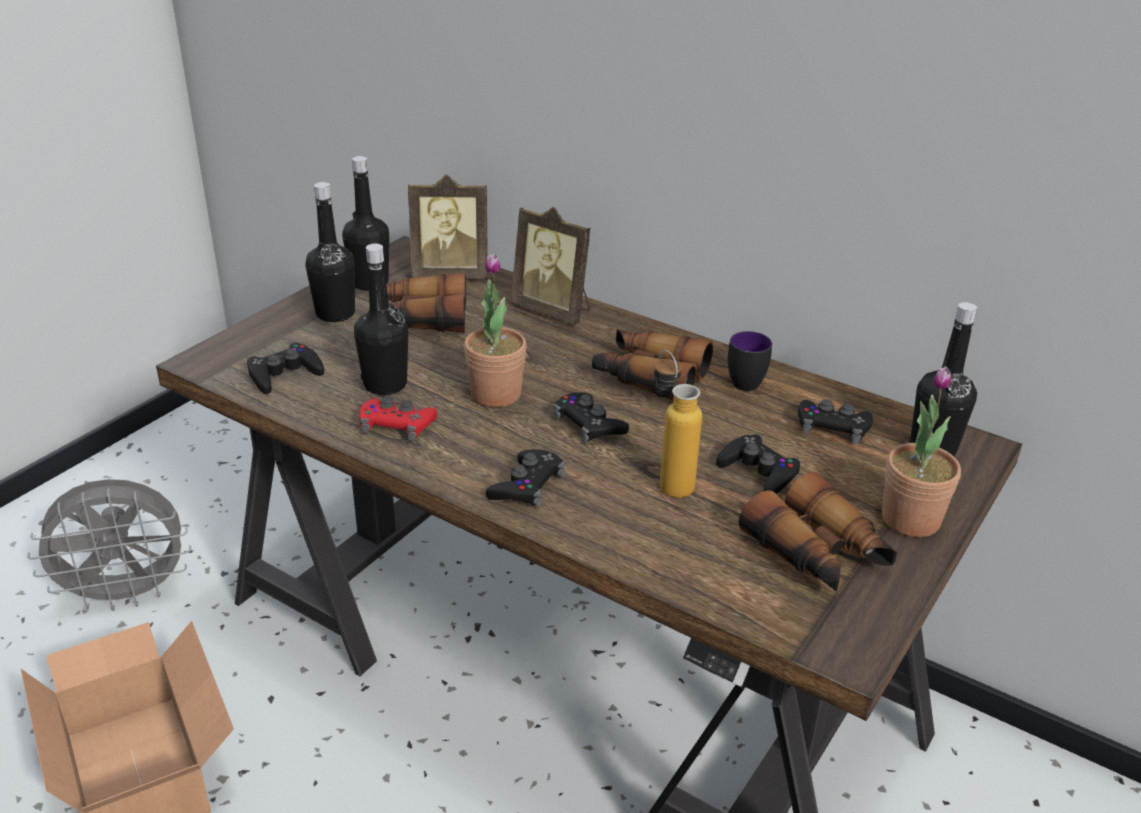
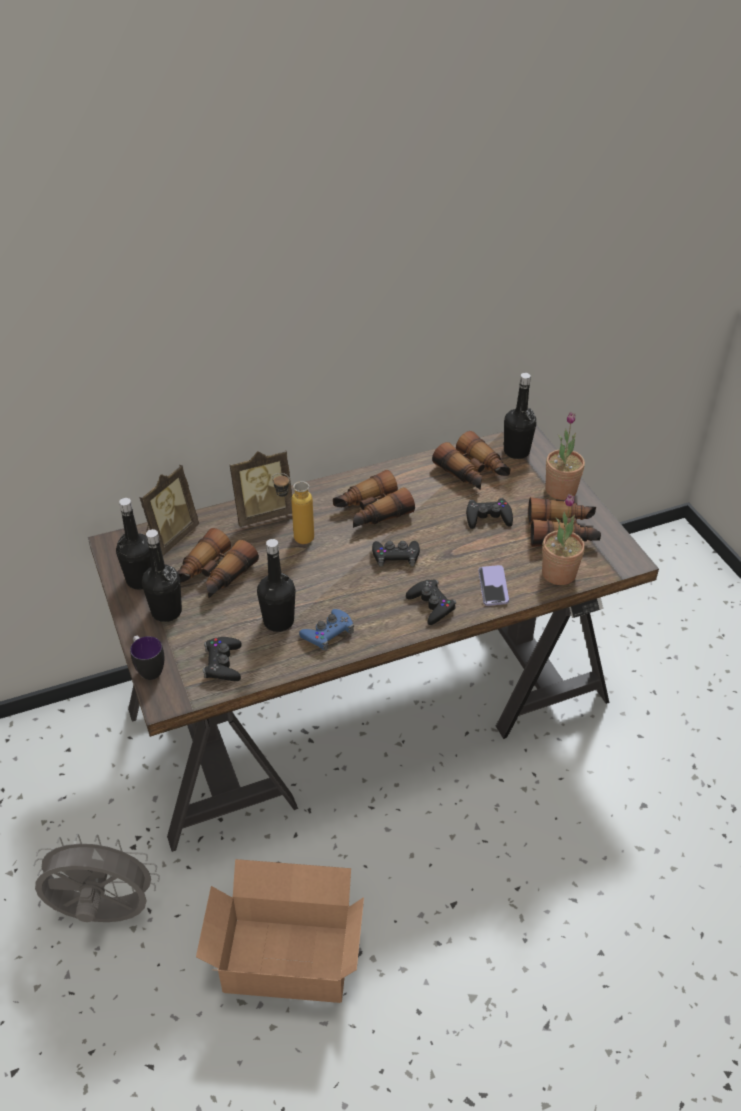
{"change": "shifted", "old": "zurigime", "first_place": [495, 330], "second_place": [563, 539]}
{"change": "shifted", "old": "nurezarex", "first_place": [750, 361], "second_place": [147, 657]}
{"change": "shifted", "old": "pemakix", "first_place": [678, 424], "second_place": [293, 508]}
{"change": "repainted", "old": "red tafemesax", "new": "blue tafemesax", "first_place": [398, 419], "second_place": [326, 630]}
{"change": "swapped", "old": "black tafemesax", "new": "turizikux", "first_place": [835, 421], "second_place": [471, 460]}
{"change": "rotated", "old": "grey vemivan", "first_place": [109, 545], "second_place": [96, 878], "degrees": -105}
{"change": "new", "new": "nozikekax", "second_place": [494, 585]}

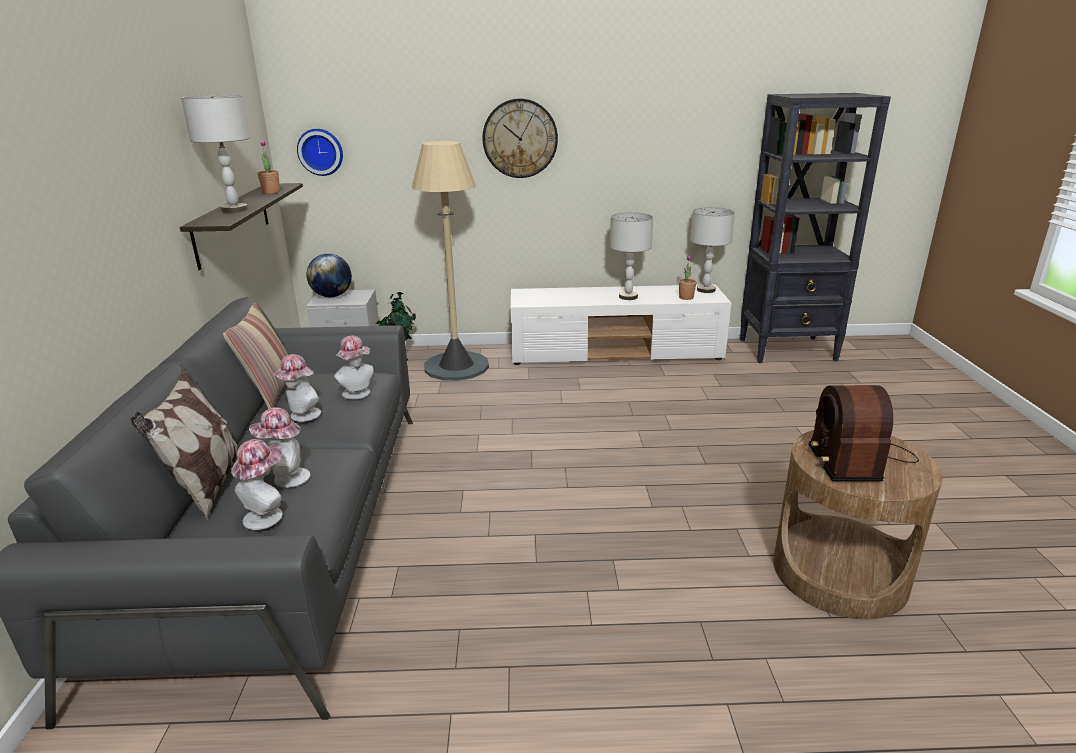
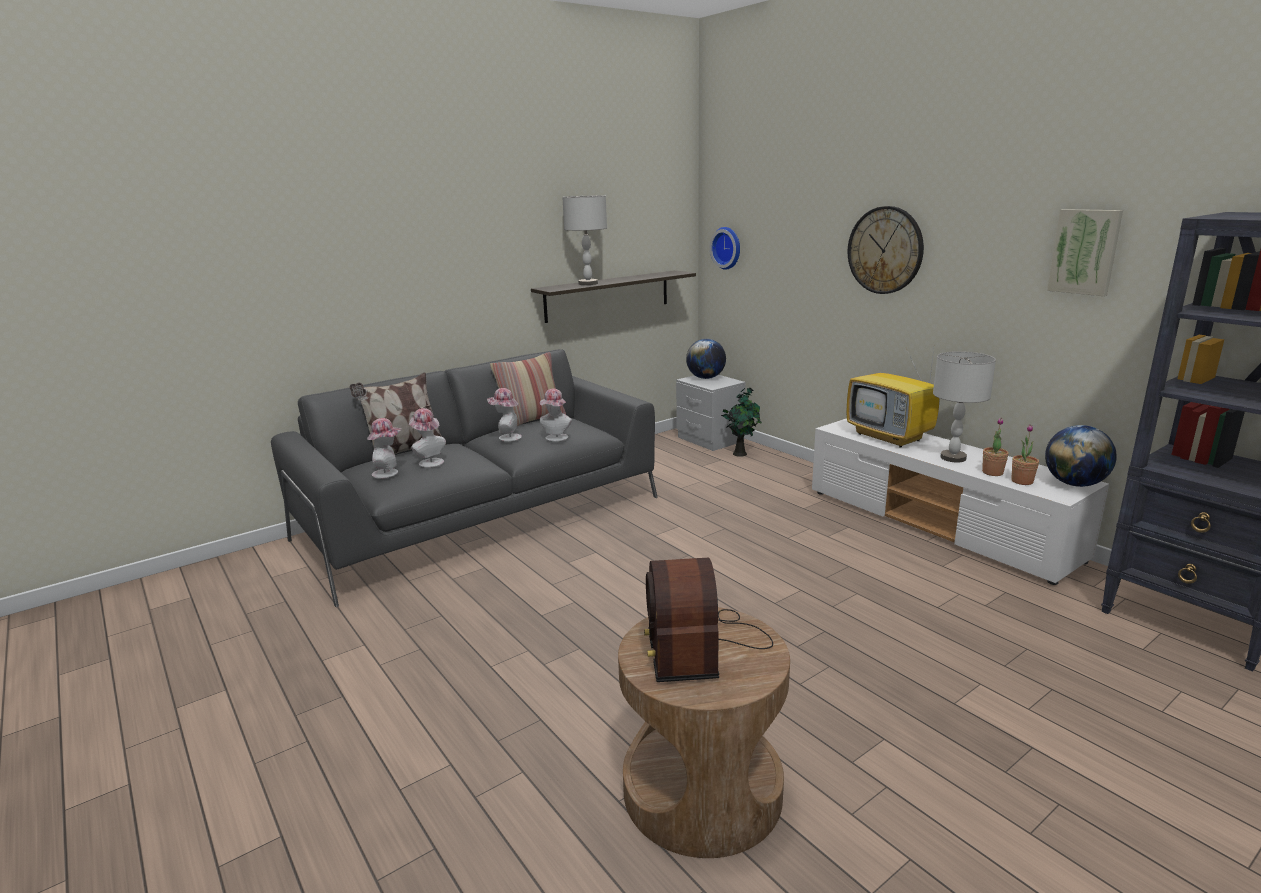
{"change": "shifted", "old": "zurigime", "first_place": [268, 167], "second_place": [995, 447]}
{"change": "gone", "old": "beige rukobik", "first_place": [450, 261]}
{"change": "swapped", "old": "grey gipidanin", "new": "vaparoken", "first_place": [712, 250], "second_place": [1081, 456]}
{"change": "rotated", "old": "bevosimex", "first_place": [863, 433], "second_place": [708, 620], "degrees": -60}
{"change": "new", "new": "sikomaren", "second_place": [1085, 252]}
{"change": "new", "new": "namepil", "second_place": [893, 394]}

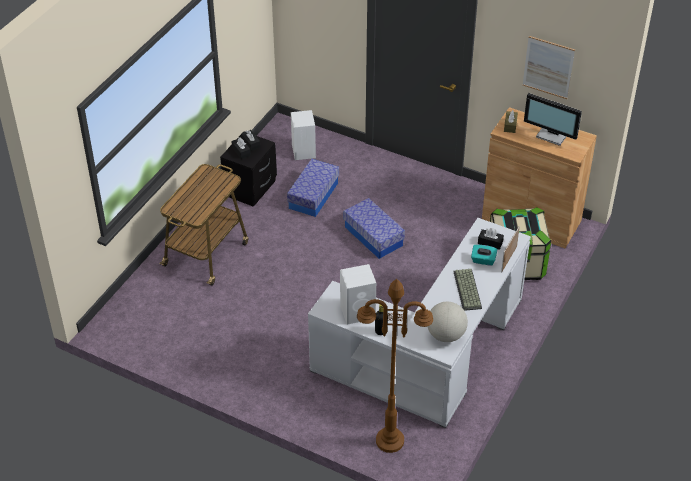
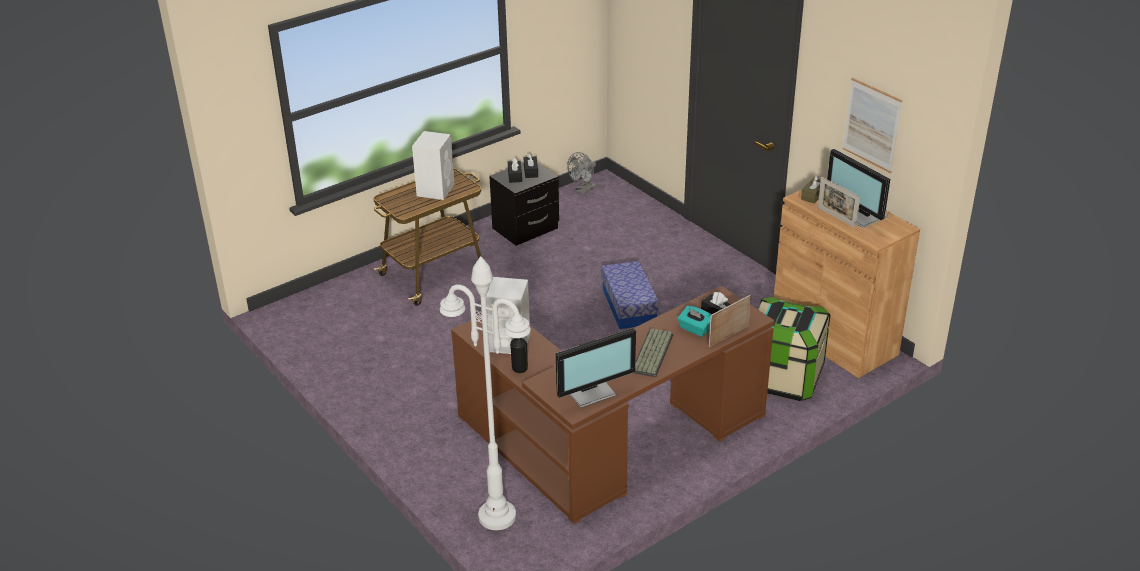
{"change": "shifted", "old": "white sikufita", "first_place": [303, 135], "second_place": [433, 165]}
{"change": "gone", "old": "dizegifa", "first_place": [313, 188]}
{"change": "repainted", "old": "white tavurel", "new": "brown tavurel", "first_place": [419, 323], "second_place": [613, 405]}
{"change": "repainted", "old": "brown rukobik", "new": "white rukobik", "first_place": [395, 366], "second_place": [485, 393]}
{"change": "swapped", "old": "vaparoken", "new": "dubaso", "first_place": [447, 322], "second_place": [596, 368]}
{"change": "new", "new": "grey vemivan", "second_place": [581, 173]}
{"change": "new", "new": "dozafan", "second_place": [839, 202]}

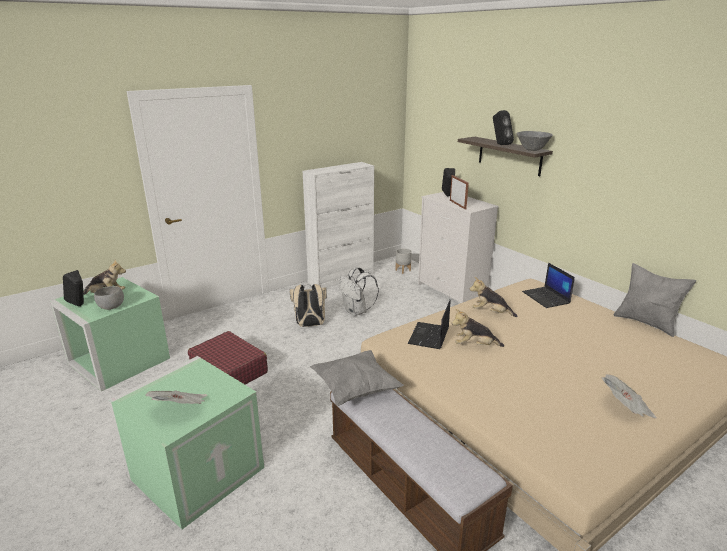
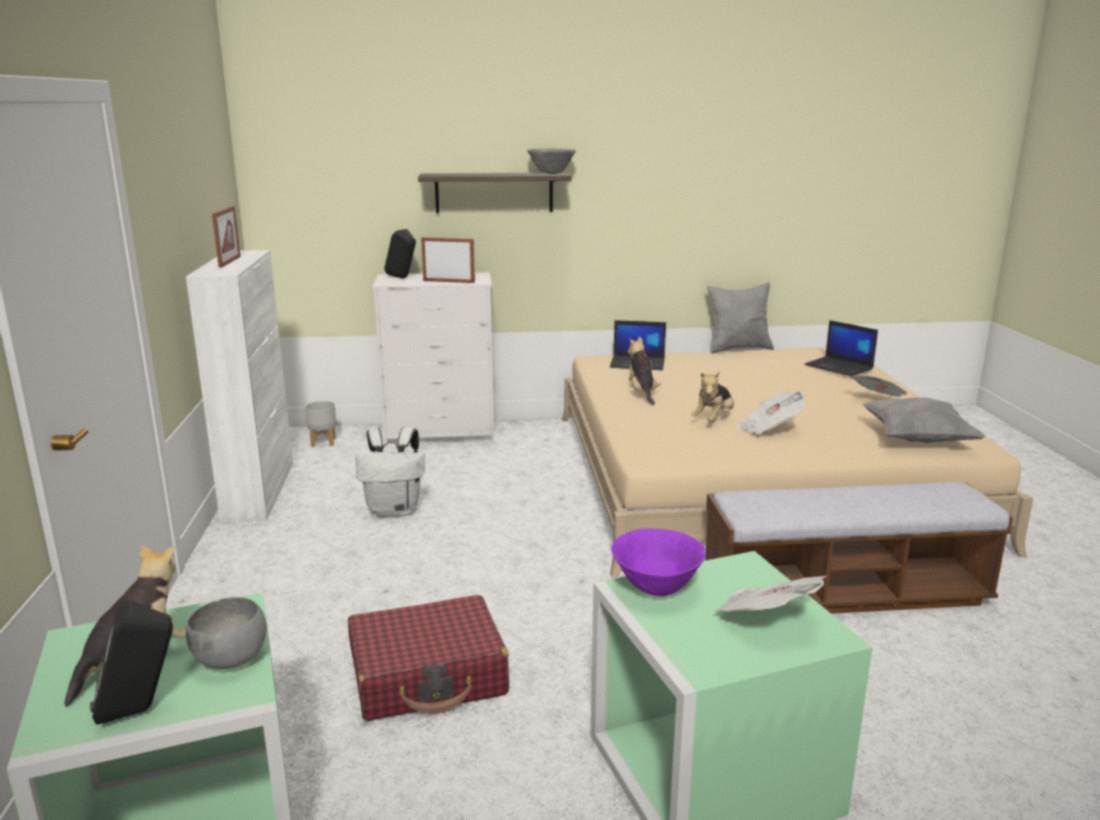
{"change": "gone", "old": "black sikufita", "first_place": [503, 127]}
{"change": "rotated", "old": "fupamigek", "first_place": [493, 297], "second_place": [644, 371], "degrees": 120}
{"change": "gone", "old": "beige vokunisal", "first_place": [308, 305]}
{"change": "shifted", "old": "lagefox", "first_place": [429, 324], "second_place": [841, 348]}
{"change": "shifted", "old": "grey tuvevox", "first_place": [357, 378], "second_place": [924, 420]}
{"change": "new", "new": "dozafan", "second_place": [226, 237]}
{"change": "new", "new": "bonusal", "second_place": [771, 412]}
{"change": "new", "new": "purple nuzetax", "second_place": [658, 562]}

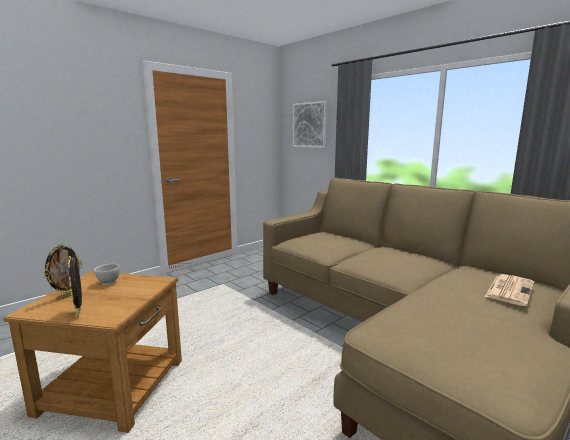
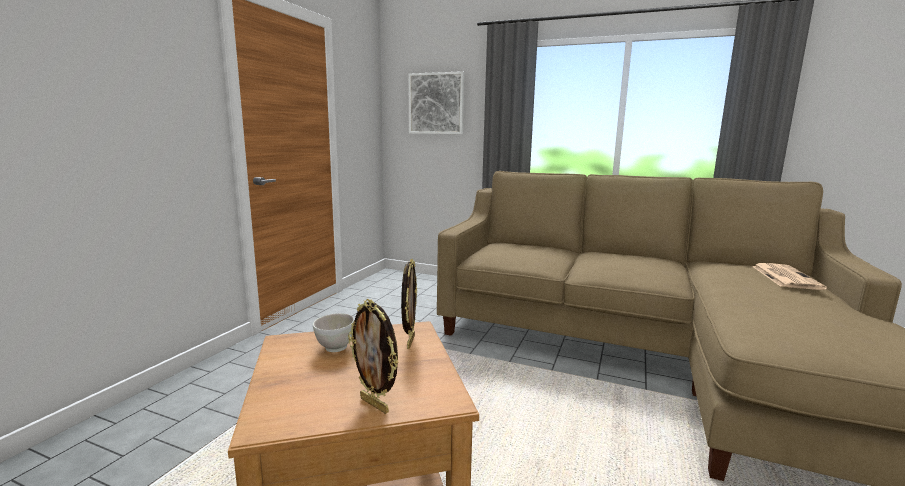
{"change": "shifted", "old": "dozafan", "first_place": [63, 272], "second_place": [409, 304]}

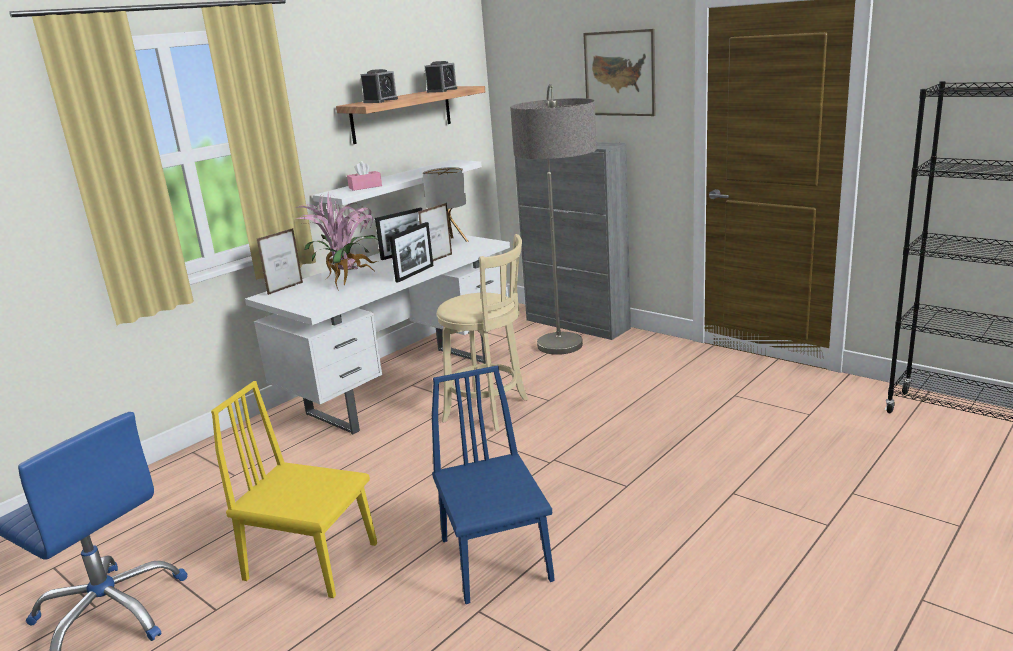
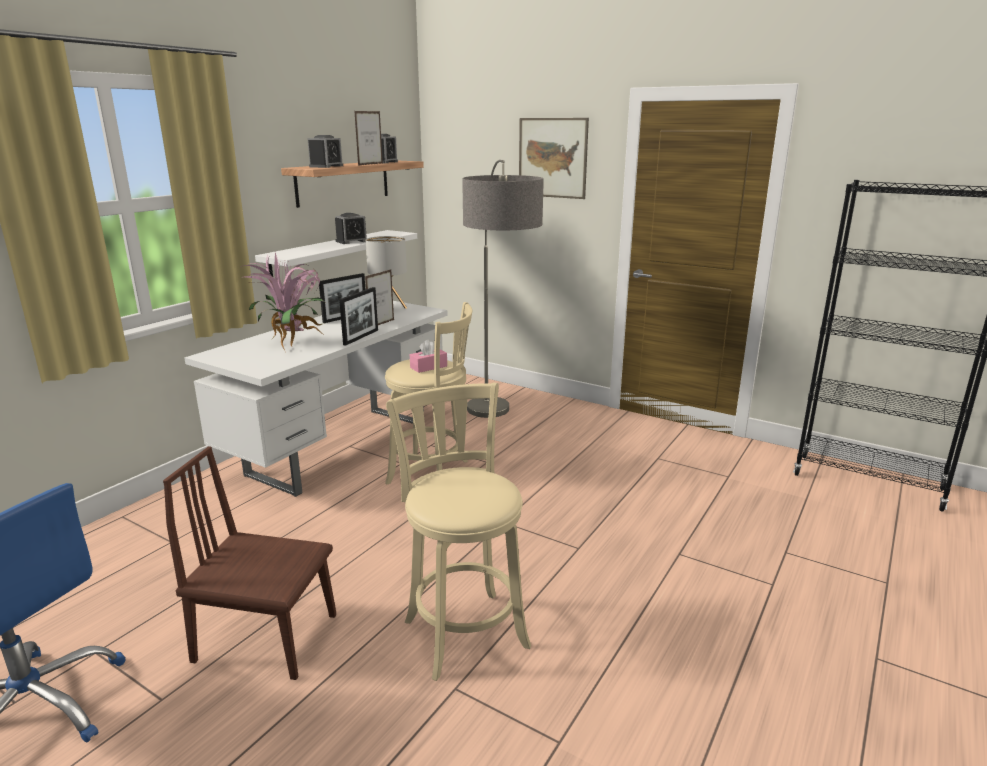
{"change": "gone", "old": "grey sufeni", "first_place": [573, 241]}
{"change": "shifted", "old": "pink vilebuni", "first_place": [364, 176], "second_place": [428, 356]}
{"change": "shifted", "old": "dozafan", "first_place": [280, 261], "second_place": [368, 138]}
{"change": "swapped", "old": "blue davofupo", "new": "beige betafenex", "first_place": [493, 485], "second_place": [458, 531]}
{"change": "repainted", "old": "yellow davofupo", "new": "brown davofupo", "first_place": [294, 489], "second_place": [249, 563]}
{"change": "new", "new": "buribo", "second_place": [351, 228]}

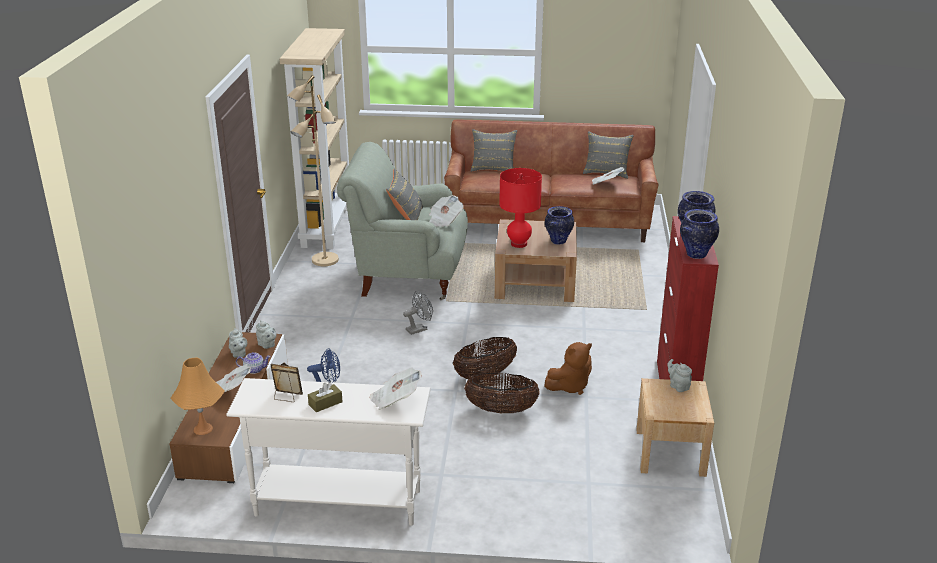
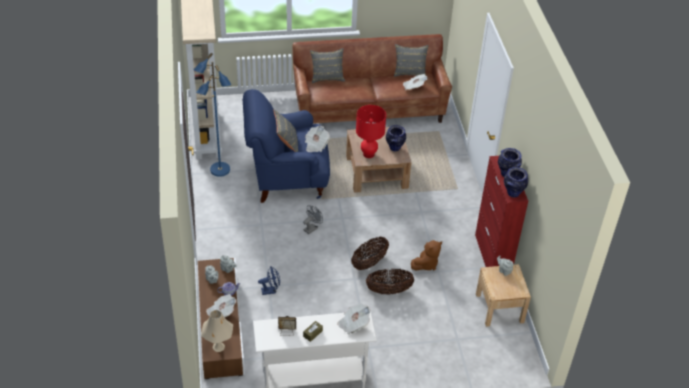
{"change": "repainted", "old": "beige rukobik", "new": "blue rukobik", "first_place": [313, 170], "second_place": [213, 115]}
{"change": "repainted", "old": "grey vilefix", "new": "blue vilefix", "first_place": [402, 221], "second_place": [286, 146]}
{"change": "repainted", "old": "orange gipidanin", "new": "beige gipidanin", "first_place": [198, 396], "second_place": [217, 331]}

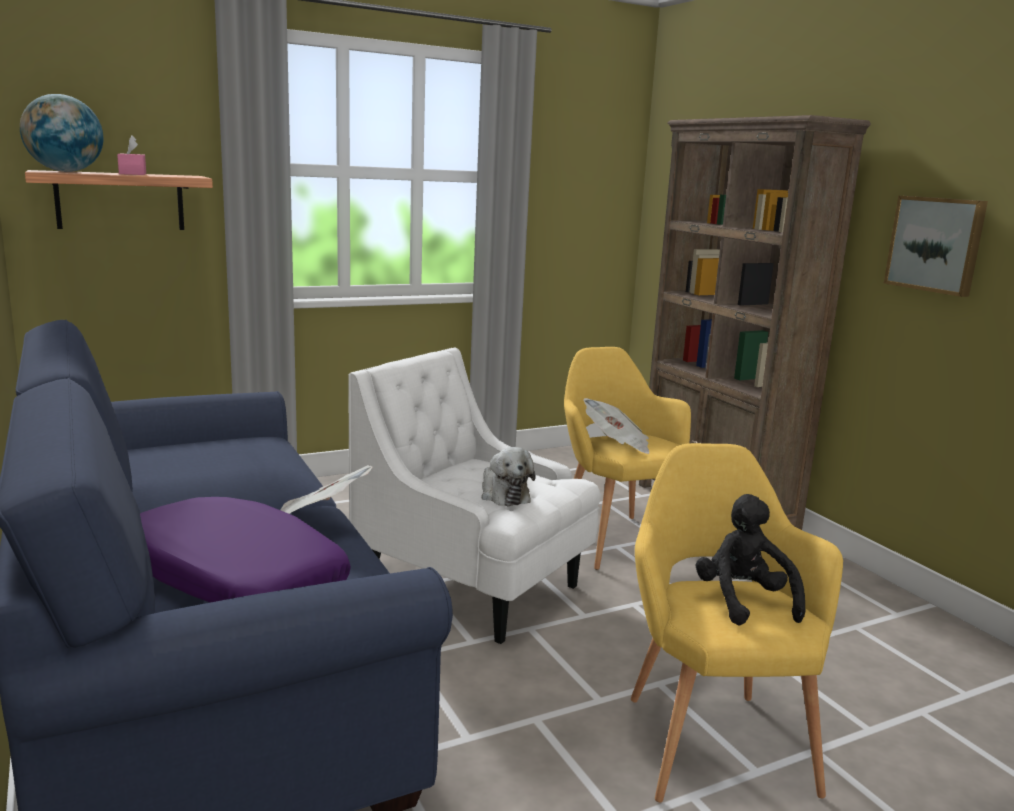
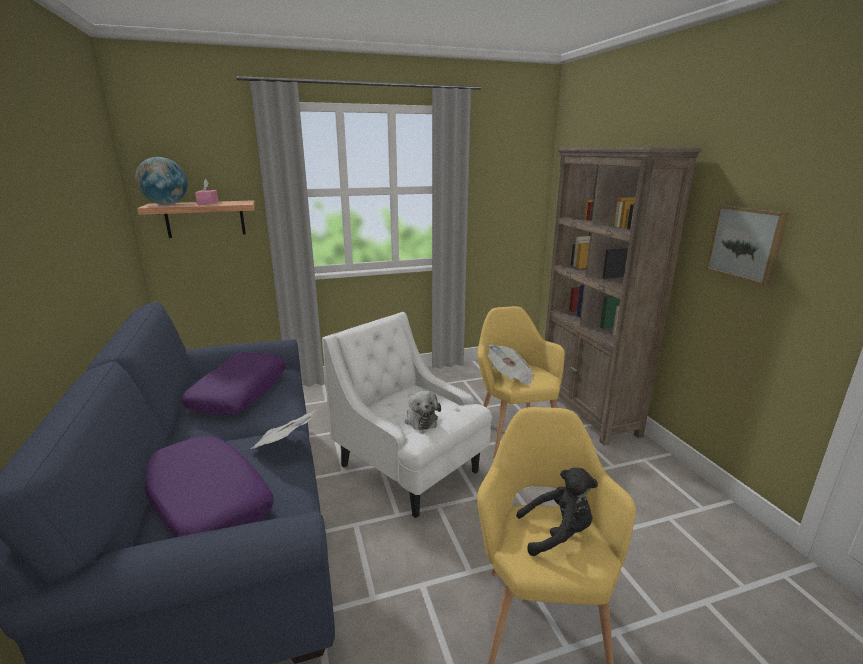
{"change": "rotated", "old": "black fupamigek", "first_place": [750, 560], "second_place": [557, 512], "degrees": 90}
{"change": "new", "new": "purple tuvevox", "second_place": [234, 383]}

